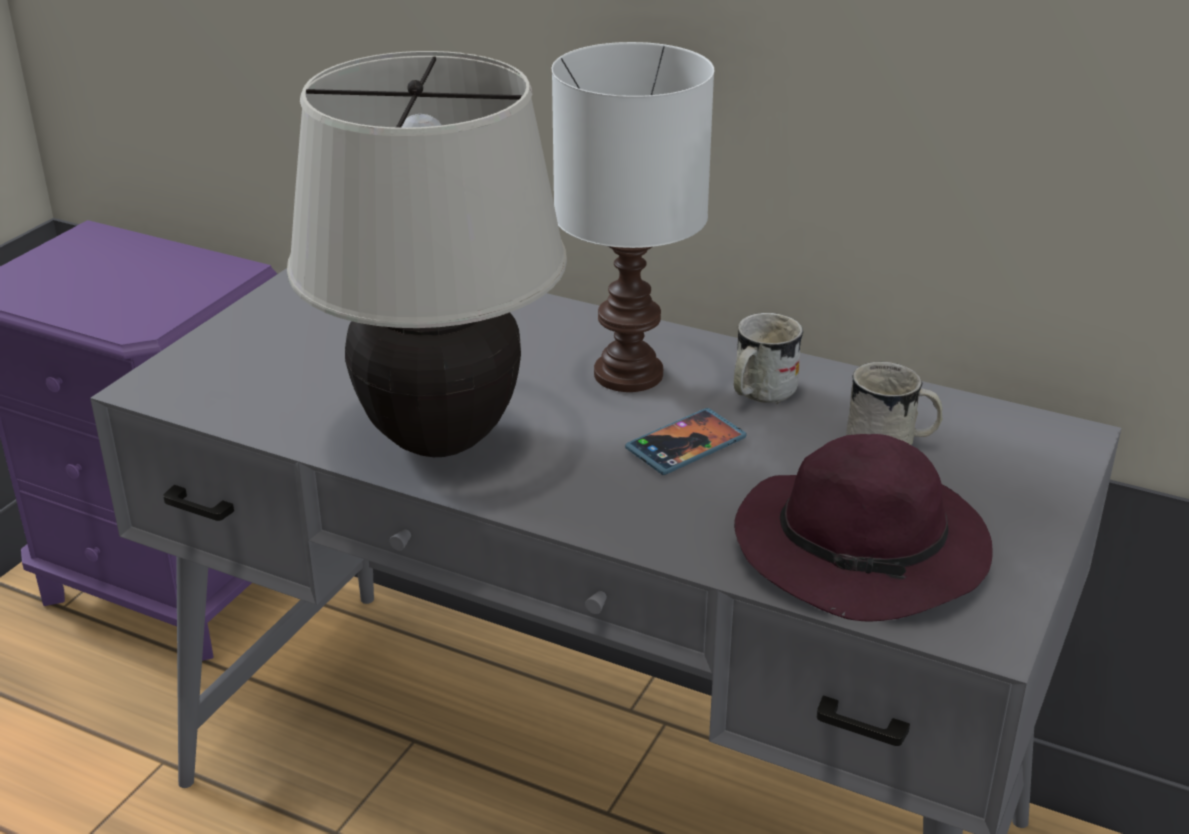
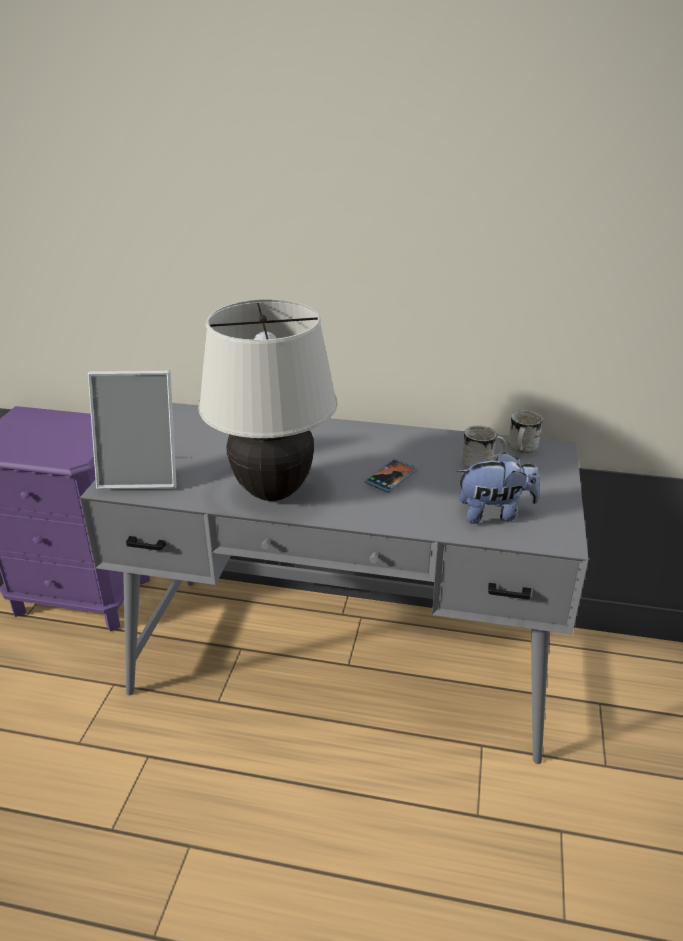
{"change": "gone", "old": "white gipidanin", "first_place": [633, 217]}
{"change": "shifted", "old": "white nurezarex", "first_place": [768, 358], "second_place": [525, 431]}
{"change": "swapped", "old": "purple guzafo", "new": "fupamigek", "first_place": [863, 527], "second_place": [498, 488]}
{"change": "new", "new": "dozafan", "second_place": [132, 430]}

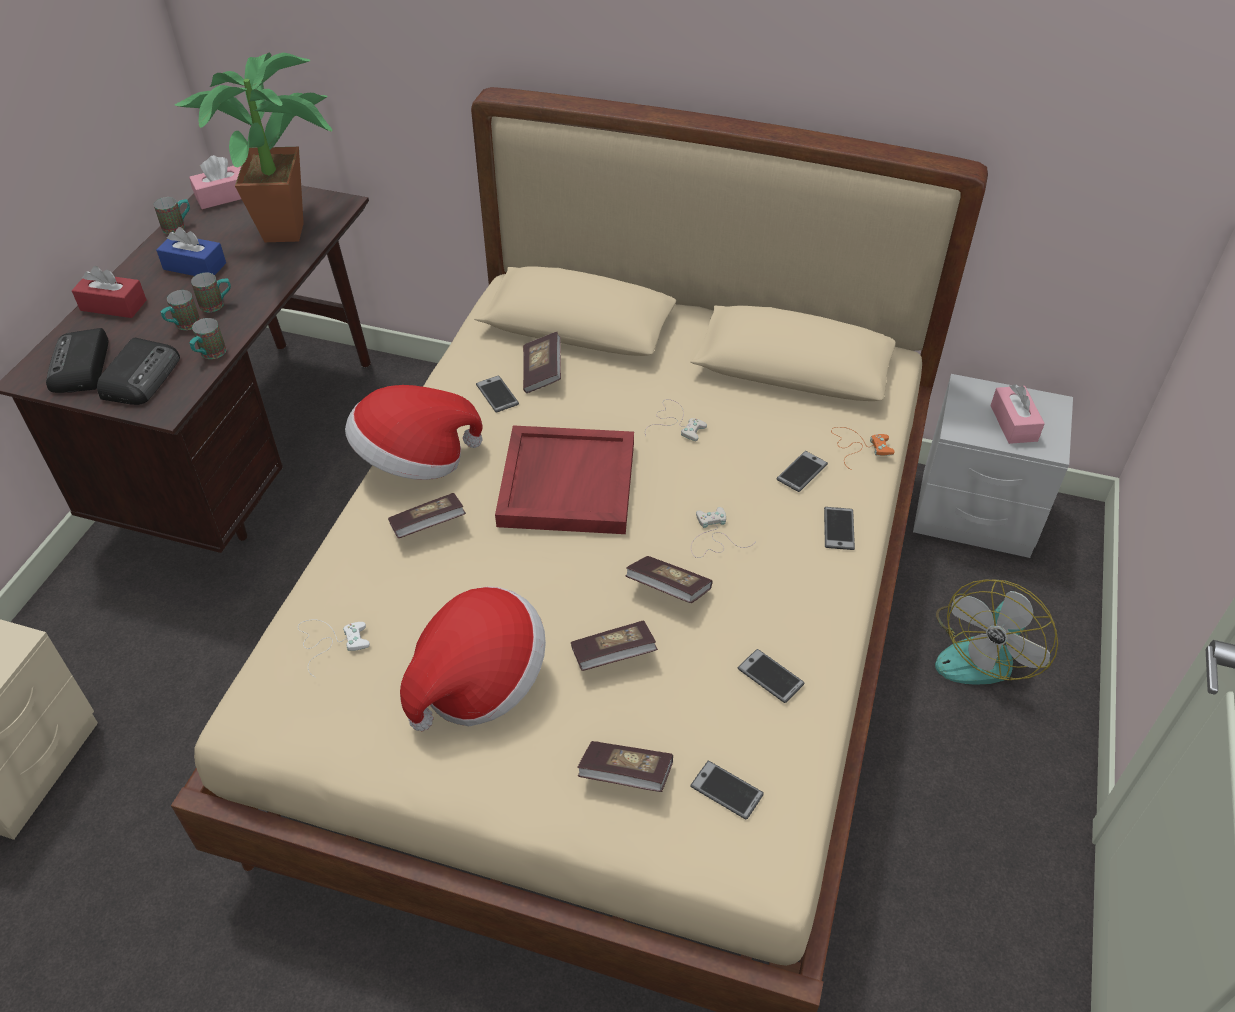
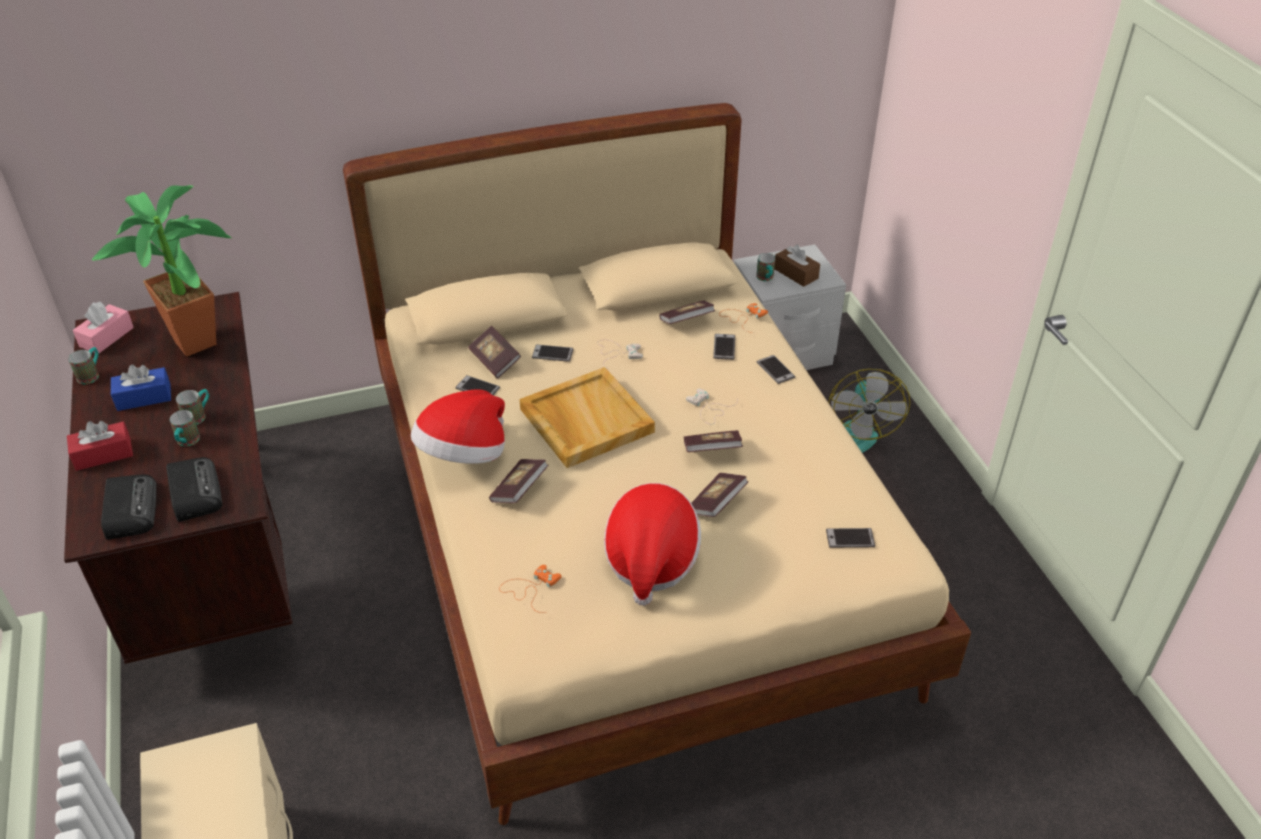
{"change": "shifted", "old": "nurezarex", "first_place": [207, 338], "second_place": [765, 267]}
{"change": "rotated", "old": "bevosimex", "first_place": [77, 360], "second_place": [129, 507], "degrees": -150}
{"change": "repainted", "old": "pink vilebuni", "new": "brown vilebuni", "first_place": [1018, 414], "second_place": [797, 266]}
{"change": "repainted", "old": "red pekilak", "new": "beige pekilak", "first_place": [564, 479], "second_place": [587, 417]}
{"change": "repainted", "old": "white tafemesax", "new": "orange tafemesax", "first_place": [334, 648], "second_place": [530, 589]}
{"change": "shifted", "old": "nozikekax", "first_place": [771, 676], "second_place": [552, 353]}
{"change": "shifted", "old": "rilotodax", "first_place": [625, 766], "second_place": [687, 312]}

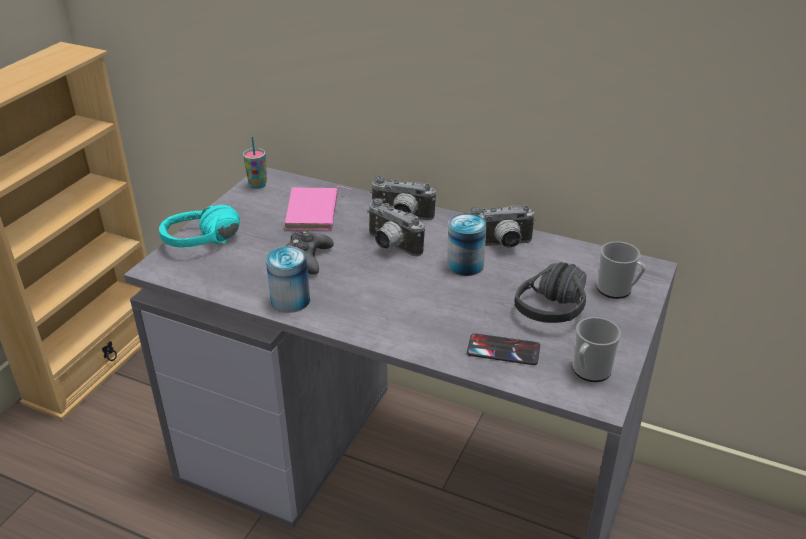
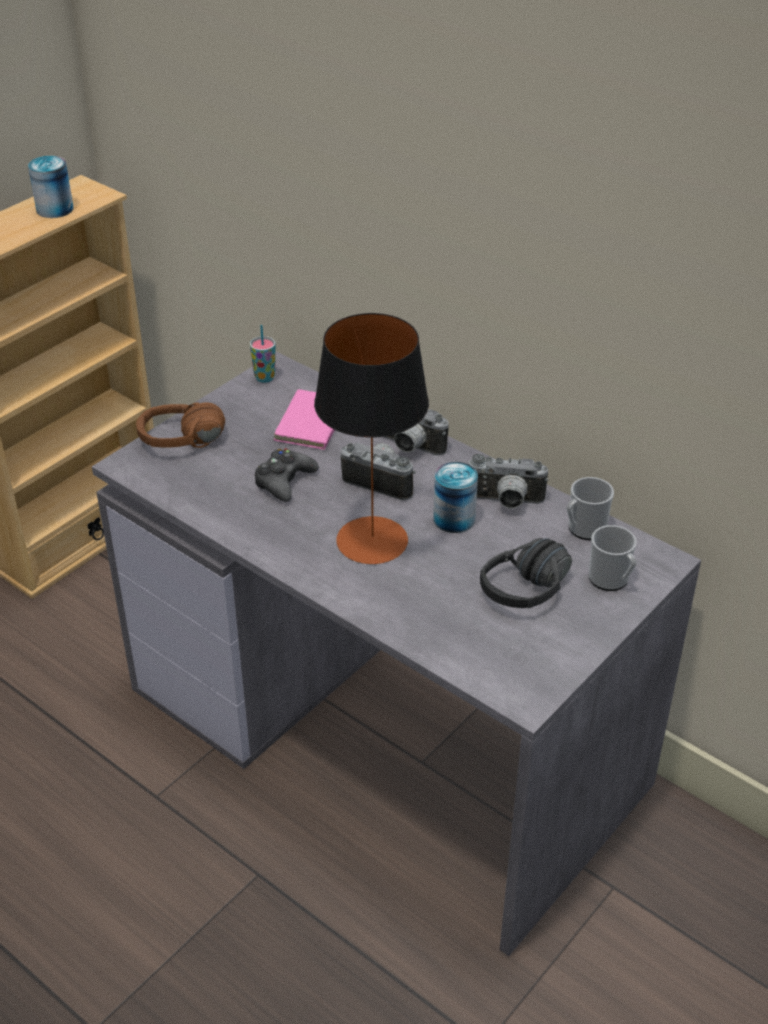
{"change": "rotated", "old": "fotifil", "first_place": [396, 227], "second_place": [378, 471], "degrees": 150}
{"change": "repainted", "old": "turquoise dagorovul", "new": "brown dagorovul", "first_place": [199, 226], "second_place": [180, 425]}
{"change": "shifted", "old": "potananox", "first_place": [288, 279], "second_place": [51, 187]}
{"change": "shifted", "old": "nurezarex", "first_place": [596, 349], "second_place": [590, 508]}
{"change": "gone", "old": "nozikekax", "first_place": [503, 349]}
{"change": "new", "new": "gipidanin", "second_place": [371, 438]}

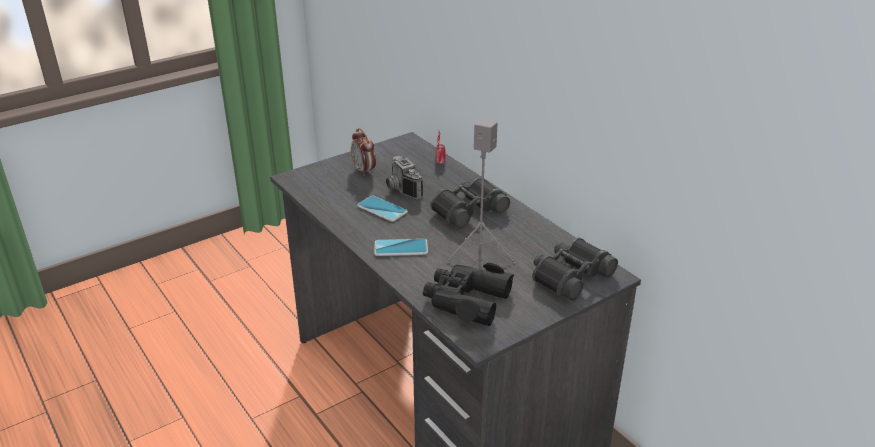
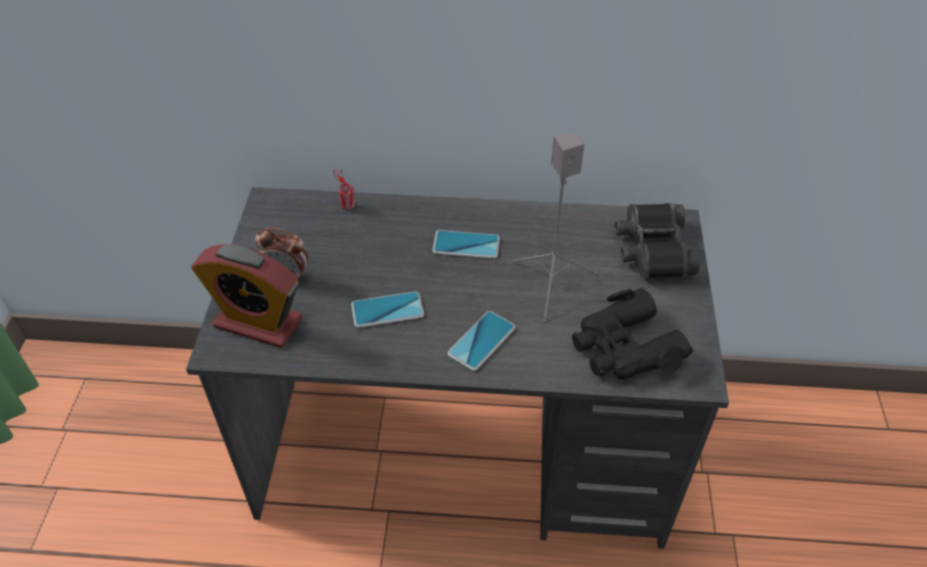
{"change": "gone", "old": "fotifil", "first_place": [404, 177]}
{"change": "swapped", "old": "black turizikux", "new": "nozikekax", "first_place": [470, 203], "second_place": [466, 244]}
{"change": "new", "new": "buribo", "second_place": [246, 296]}

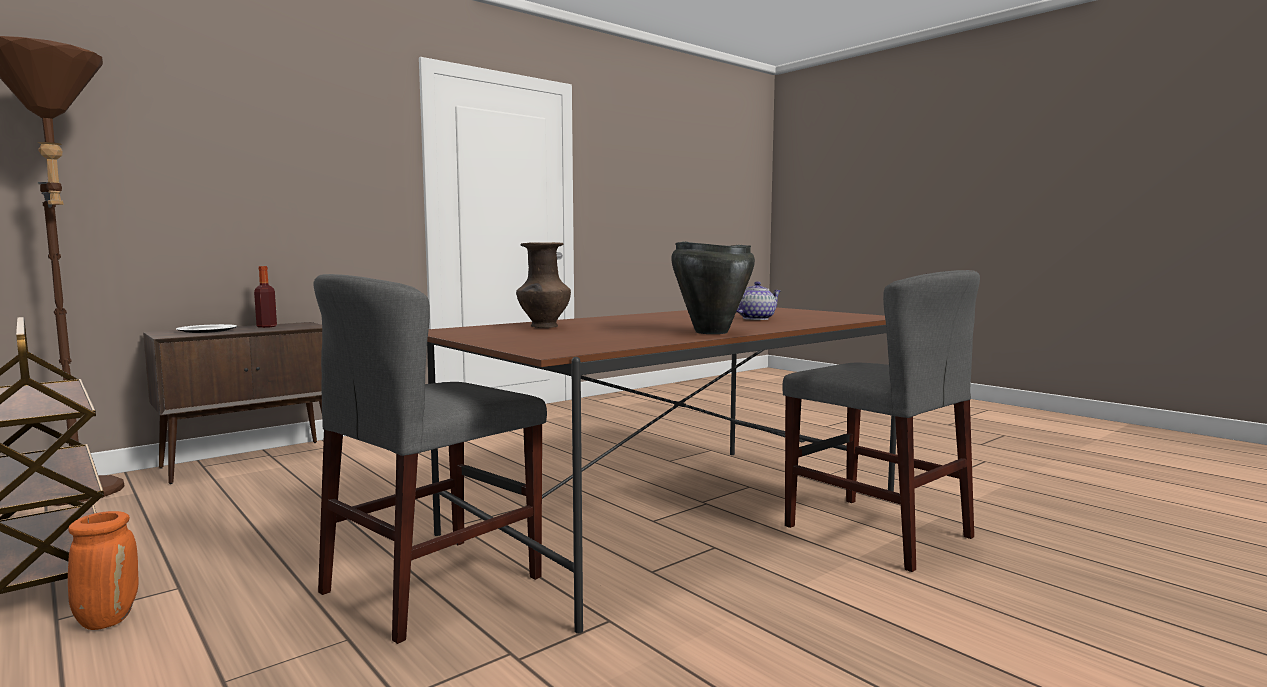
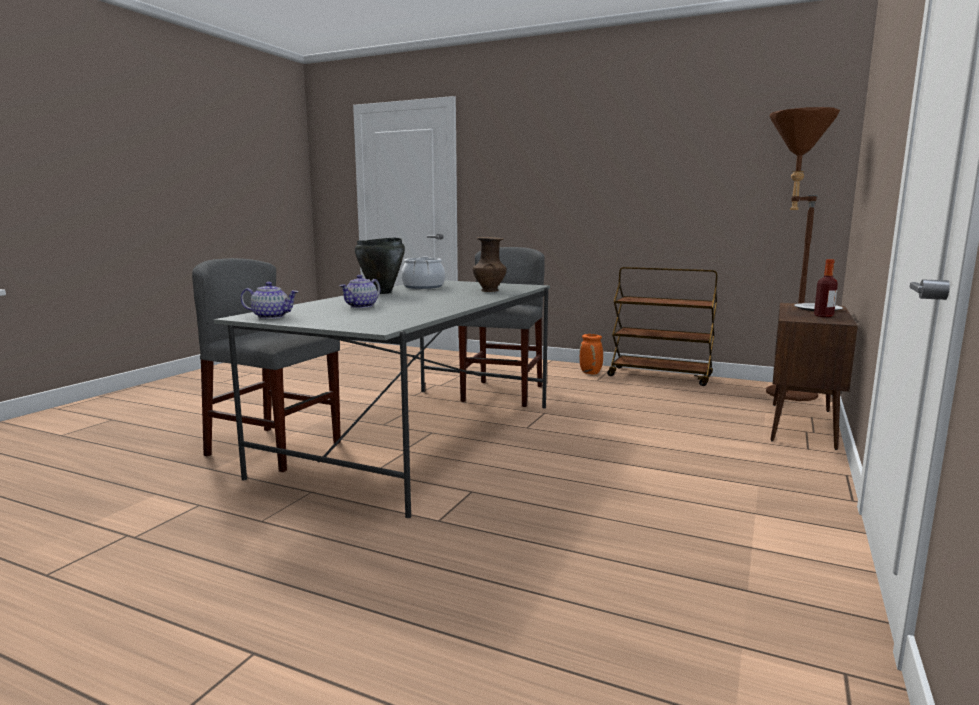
{"change": "repainted", "old": "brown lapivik", "new": "grey lapivik", "first_place": [661, 470], "second_place": [381, 399]}
{"change": "new", "new": "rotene", "second_place": [423, 273]}
{"change": "new", "new": "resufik", "second_place": [269, 300]}

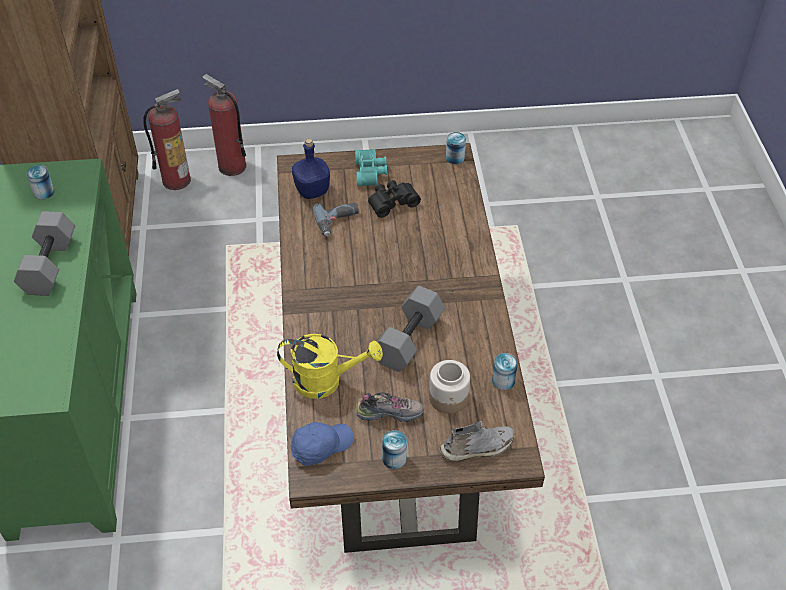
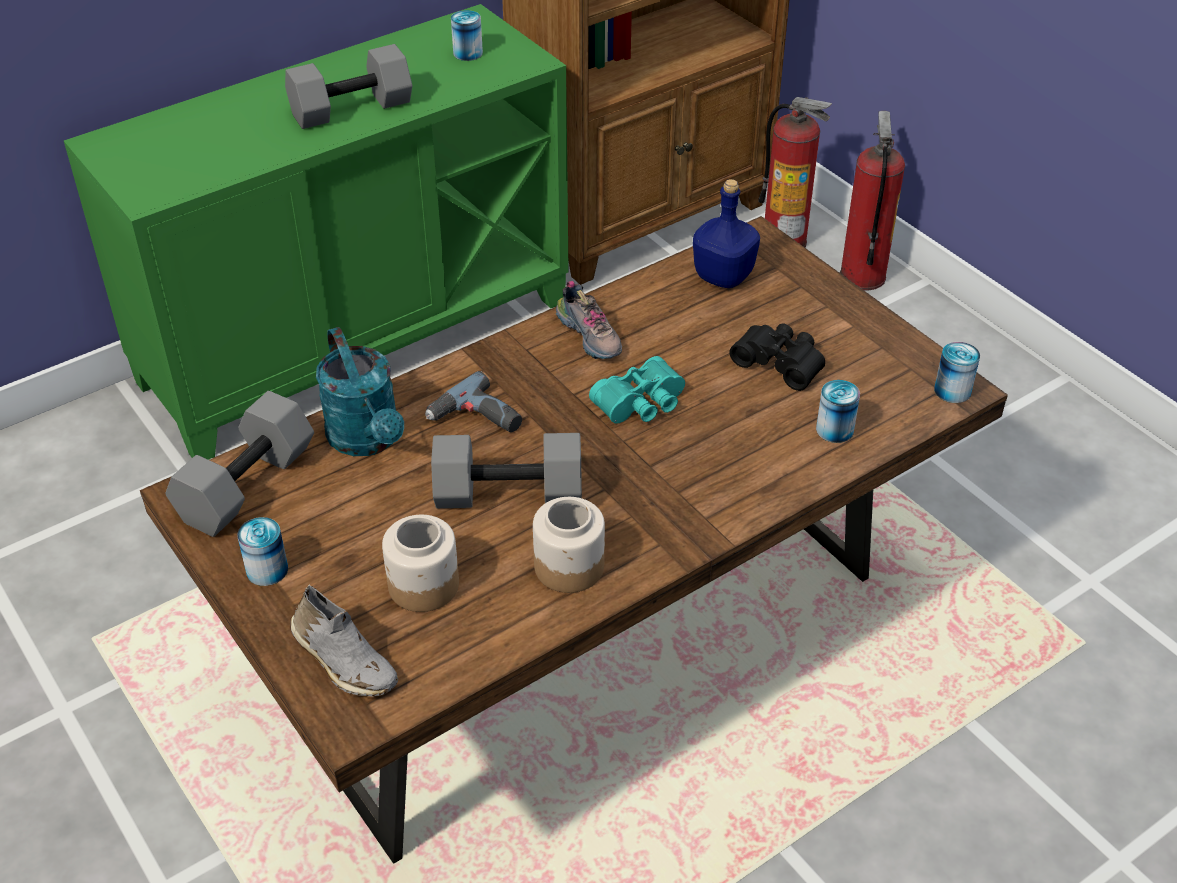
{"change": "shifted", "old": "turquoise turizikux", "first_place": [371, 167], "second_place": [637, 389]}
{"change": "shifted", "old": "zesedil", "first_place": [335, 219], "second_place": [473, 401]}
{"change": "repainted", "old": "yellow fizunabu", "new": "turquoise fizunabu", "first_place": [330, 366], "second_place": [360, 391]}
{"change": "shifted", "old": "potananox", "first_place": [505, 371], "second_place": [838, 411]}
{"change": "shifted", "old": "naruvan", "first_place": [390, 407], "second_place": [589, 320]}
{"change": "swapped", "old": "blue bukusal", "new": "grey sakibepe", "first_place": [322, 444], "second_place": [240, 464]}
{"change": "new", "new": "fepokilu", "second_place": [569, 545]}

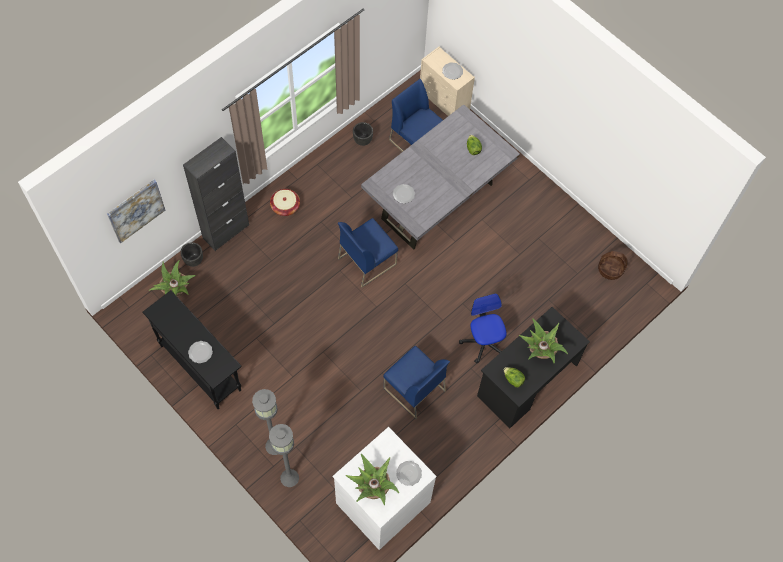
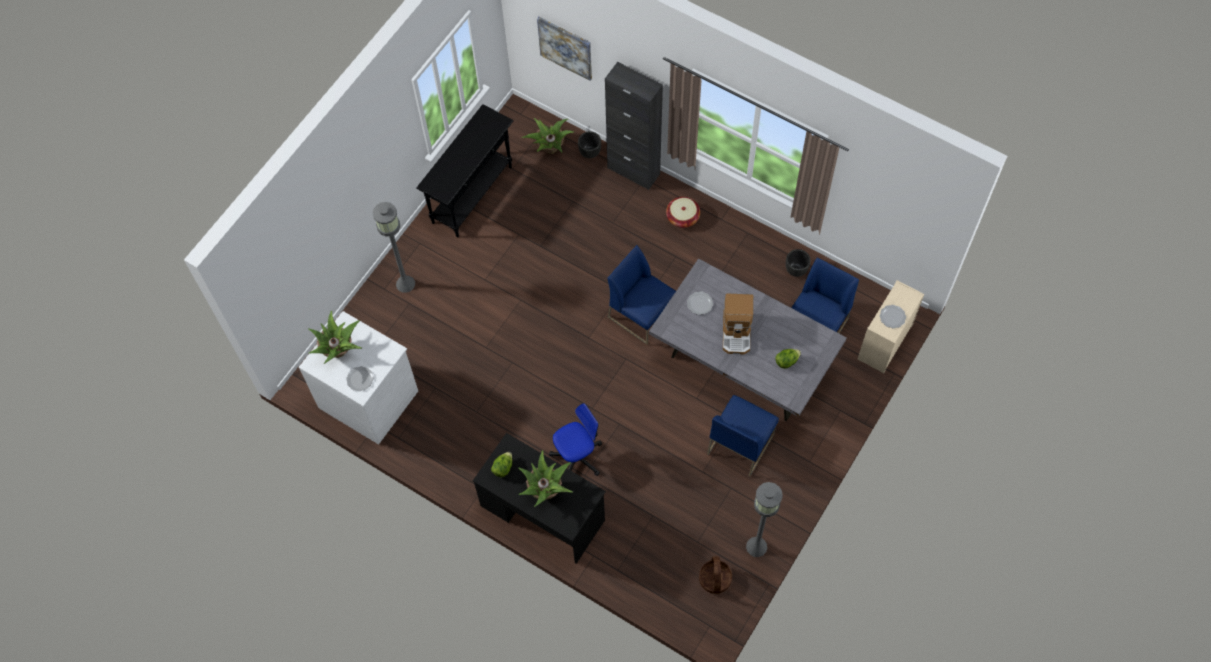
{"change": "gone", "old": "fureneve", "first_place": [200, 352]}
{"change": "shifted", "old": "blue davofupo", "first_place": [416, 382], "second_place": [743, 436]}
{"change": "shifted", "old": "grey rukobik", "first_place": [284, 455], "second_place": [764, 519]}
{"change": "new", "new": "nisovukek", "second_place": [738, 323]}

